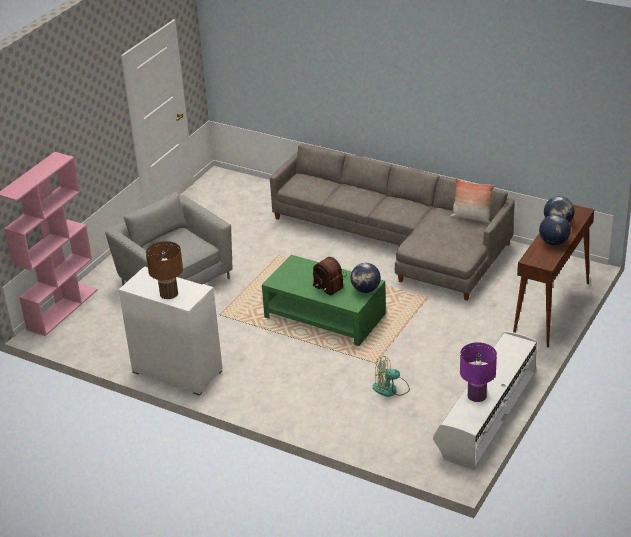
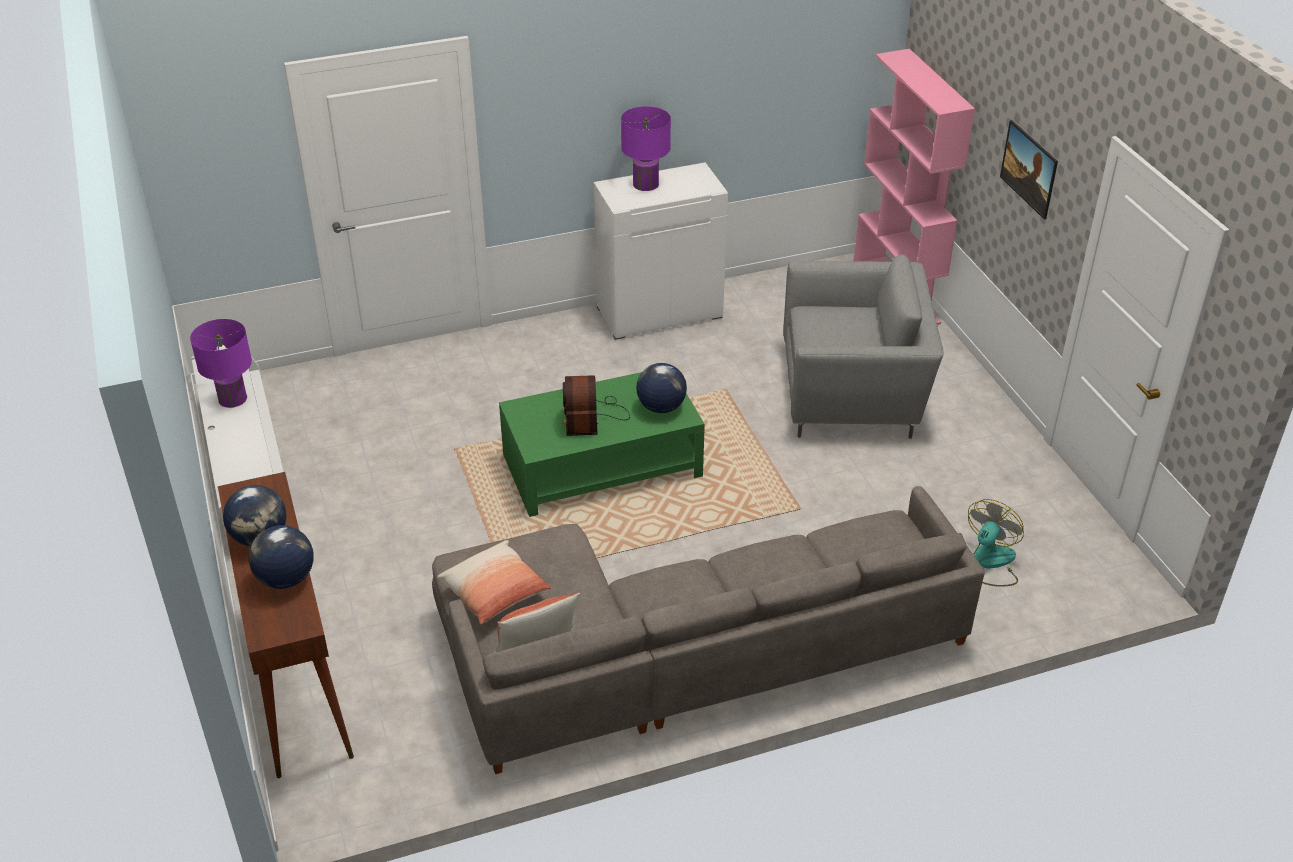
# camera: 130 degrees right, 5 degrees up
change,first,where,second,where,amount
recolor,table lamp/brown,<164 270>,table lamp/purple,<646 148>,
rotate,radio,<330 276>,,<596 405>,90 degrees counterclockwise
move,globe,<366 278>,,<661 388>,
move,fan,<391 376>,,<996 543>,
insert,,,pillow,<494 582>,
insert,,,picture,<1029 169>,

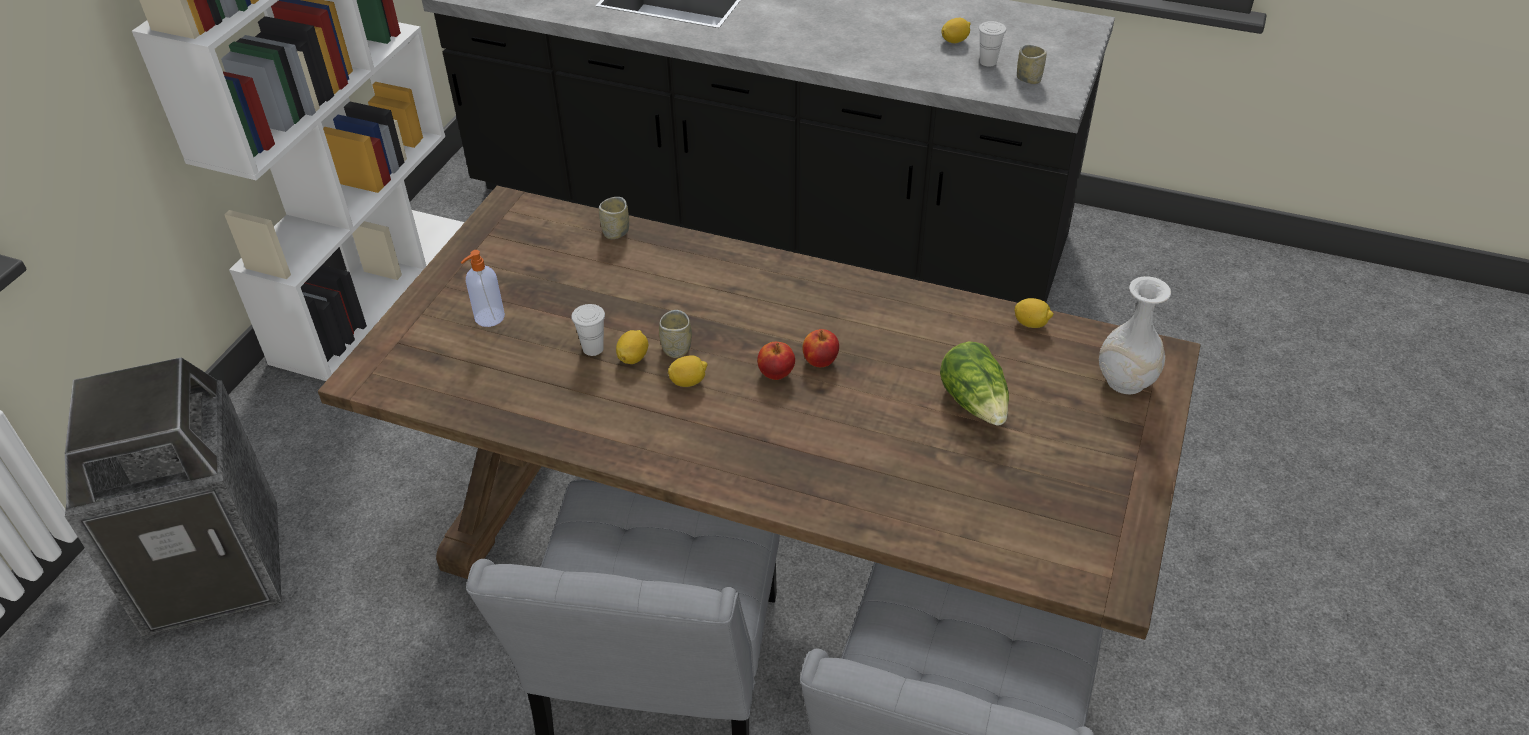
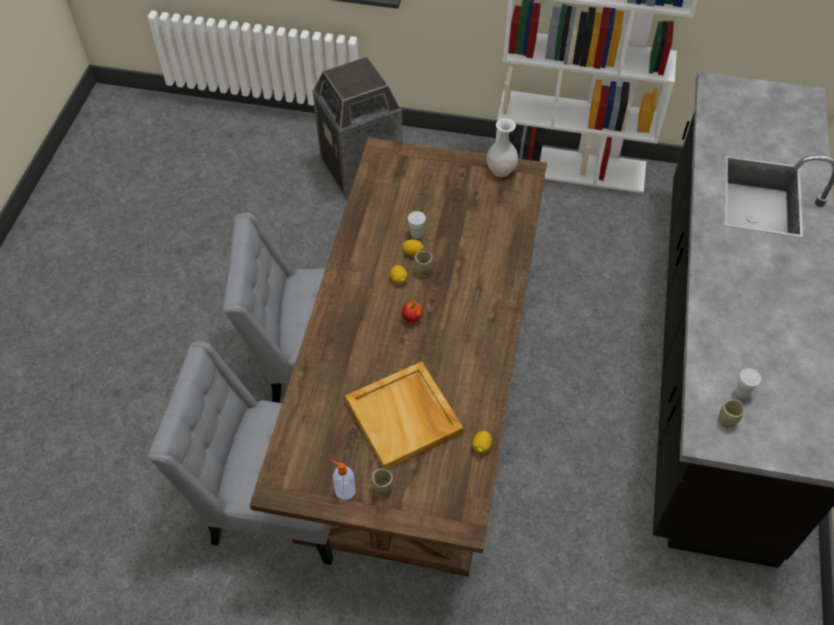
# camera: 80 degrees right, 10 degrees up
change,first,where,second,where,amount
move,soap dispenser,<483 288>,,<343 480>,
move,cup,<614 218>,,<382 482>,
delete,apple,<820 348>,,,
replace,lettuce,<974 383>,tray/beige,<404 415>,
delete,lemon,<955 30>,,,
move,vase/white,<1135 335>,,<502 147>,

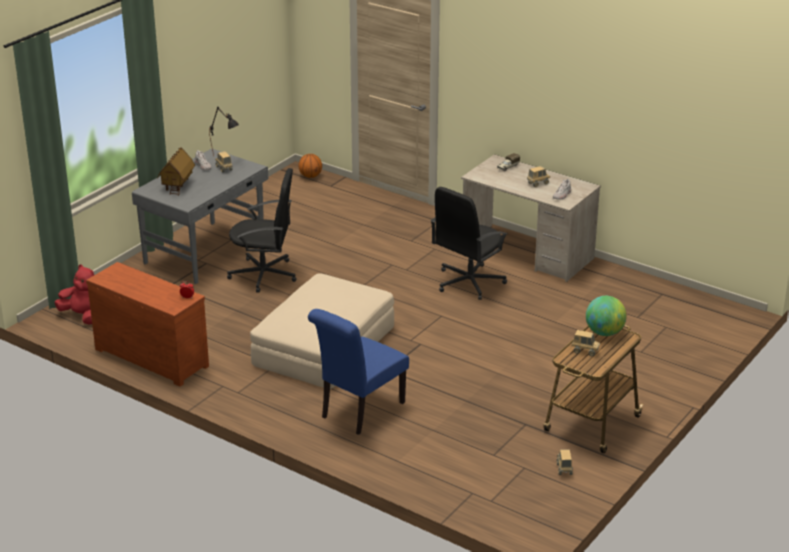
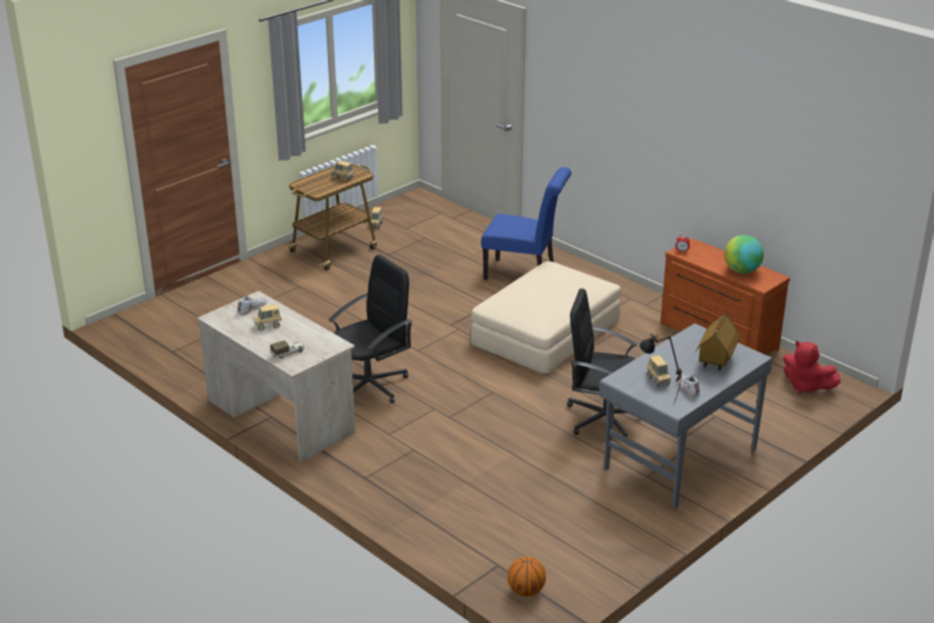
# camera: 170 degrees left, 0 degrees up
change,first,where,second,where,amount
rotate,chair/blue,<358 372>,,<526 223>,60 degrees clockwise
move,globe,<606 316>,,<744 254>,

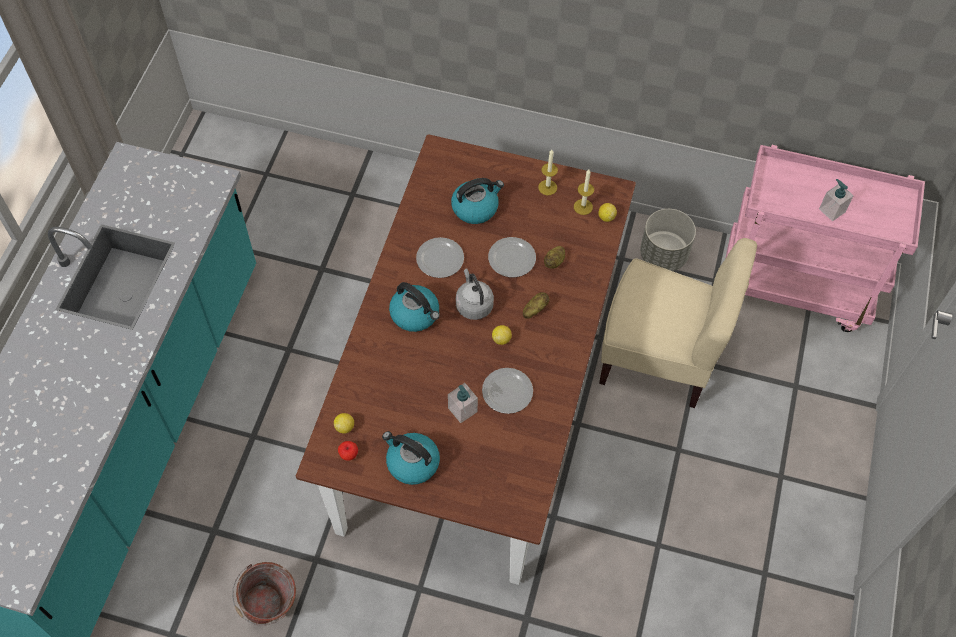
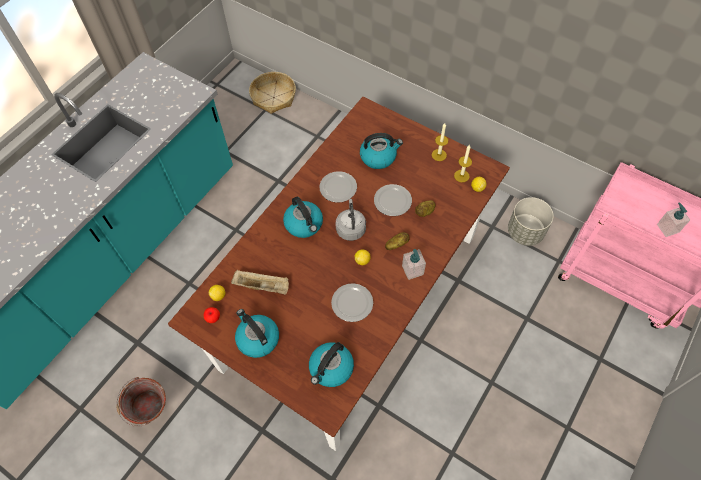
# camera: 20 degrees right, 0 degrees up
change,first,where,second,where,amount
move,soap dispenser,<463 403>,,<414 264>,
delete,chair/beige,<678 323>,,,
insert,,,tray/beige,<260 282>,
insert,,,basket,<272 93>,
insert,,,kettle,<331 364>,

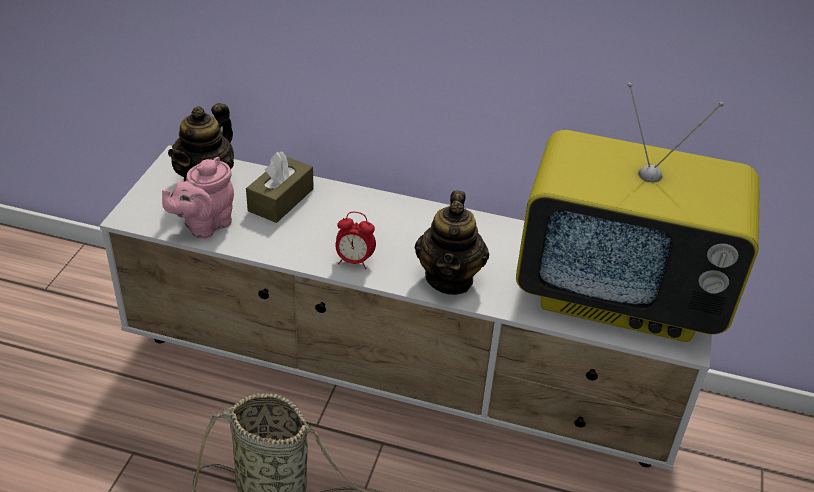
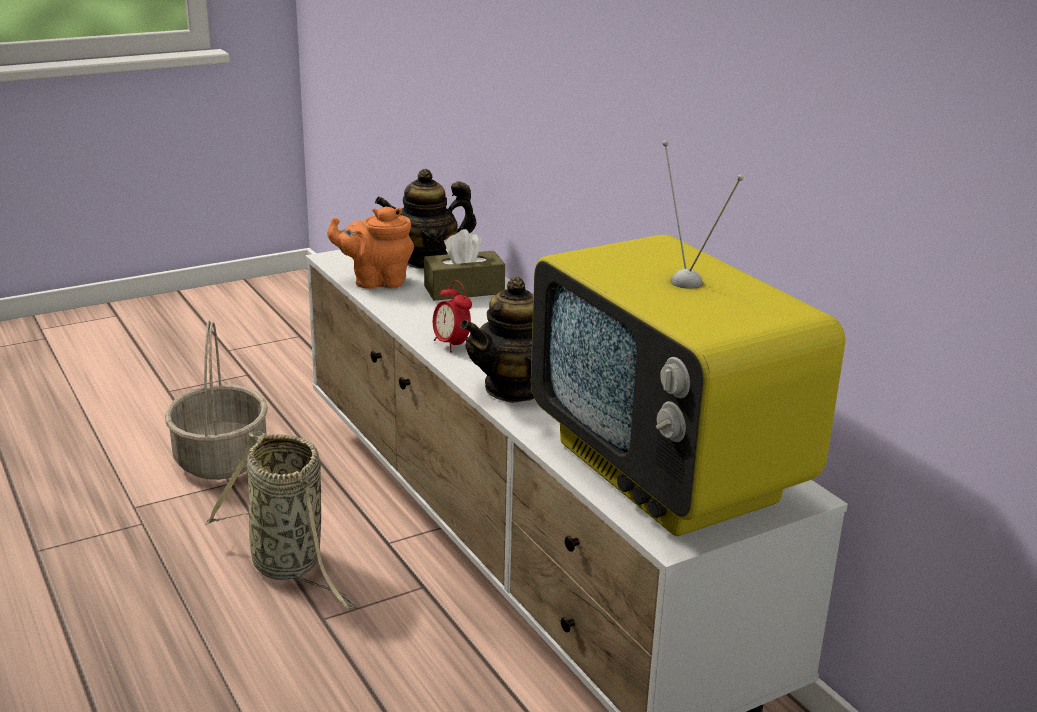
# camera: 45 degrees right, 15 degrees down
change,first,where,second,where,amount
recolor,teapot/pink,<198 198>,teapot/orange,<370 247>,
insert,,,basket,<216 400>,

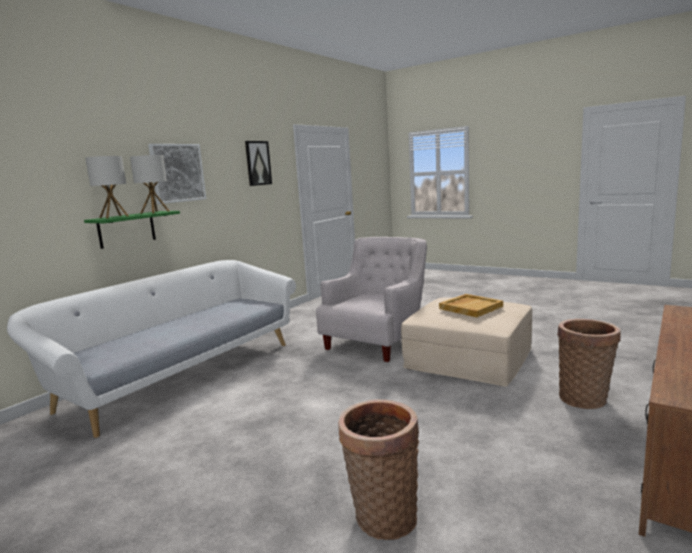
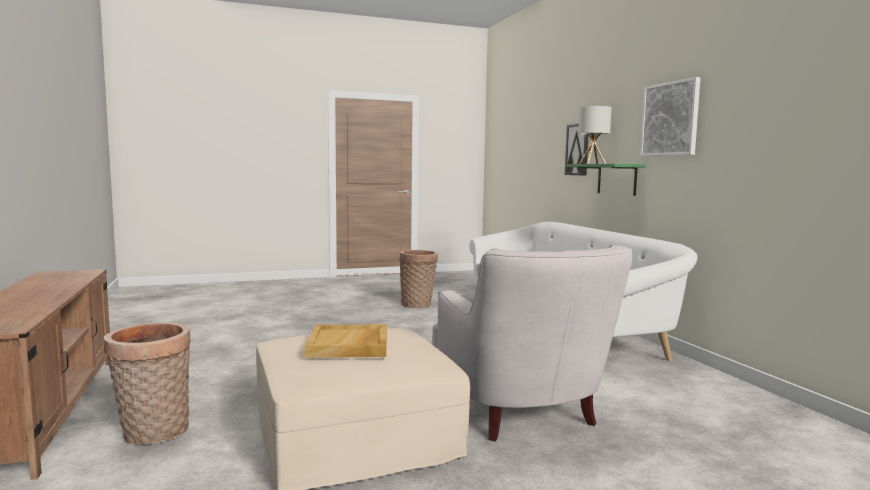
# camera: 125 degrees right, 5 degrees down
change,first,where,second,where,amount
delete,table lamp,<149 184>,,,
move,picture,<258 163>,,<577 149>,
move,basket,<378 469>,,<418 279>,

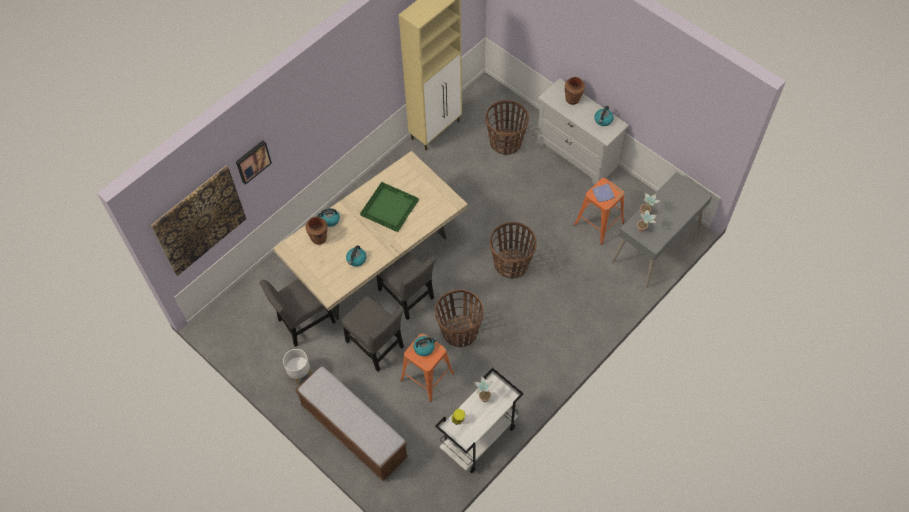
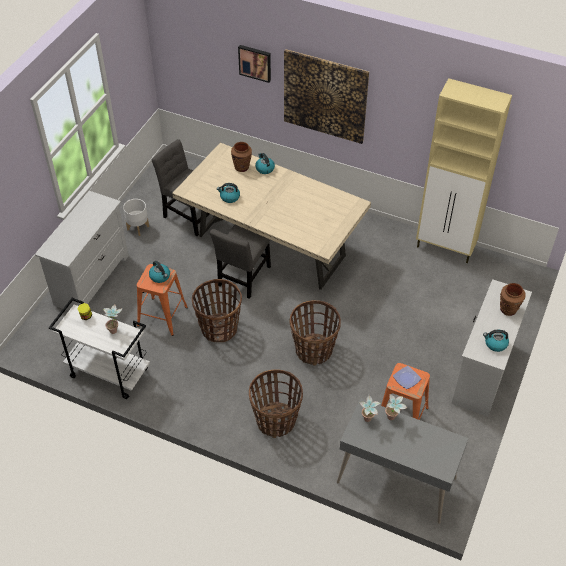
# camera: 70 degrees right, 10 degrees down
change,first,where,second,where,amount
move,picture,<198 221>,,<326 96>,
replace,bench,<351 423>,dresser/white,<82 251>,
delete,chair/grey,<372 334>,,,
delete,tray/green,<389 207>,,,
move,basket,<507 127>,,<276 403>,

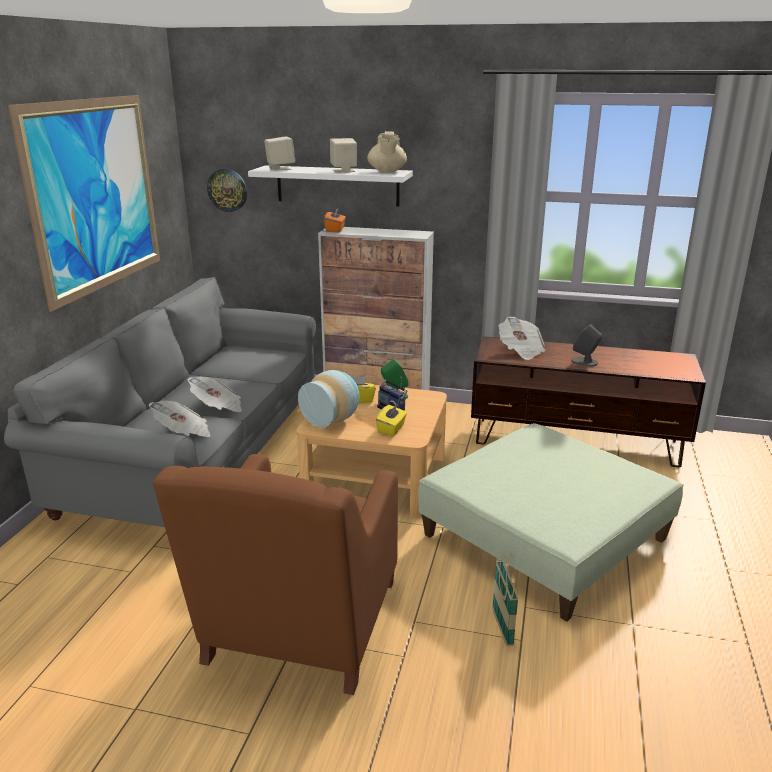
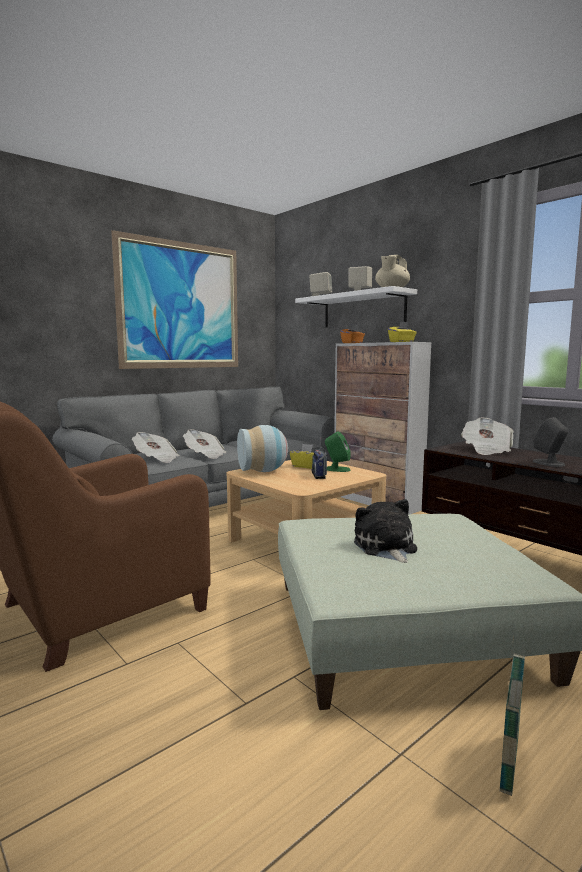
# camera: 35 degrees right, 15 degrees down
change,first,where,second,where,amount
delete,wall clock,<227 190>,,,
move,tissue box/yellow,<391 420>,,<402 331>,
move,basket,<505 599>,,<513 716>,
insert,,,plush toy,<385 531>,

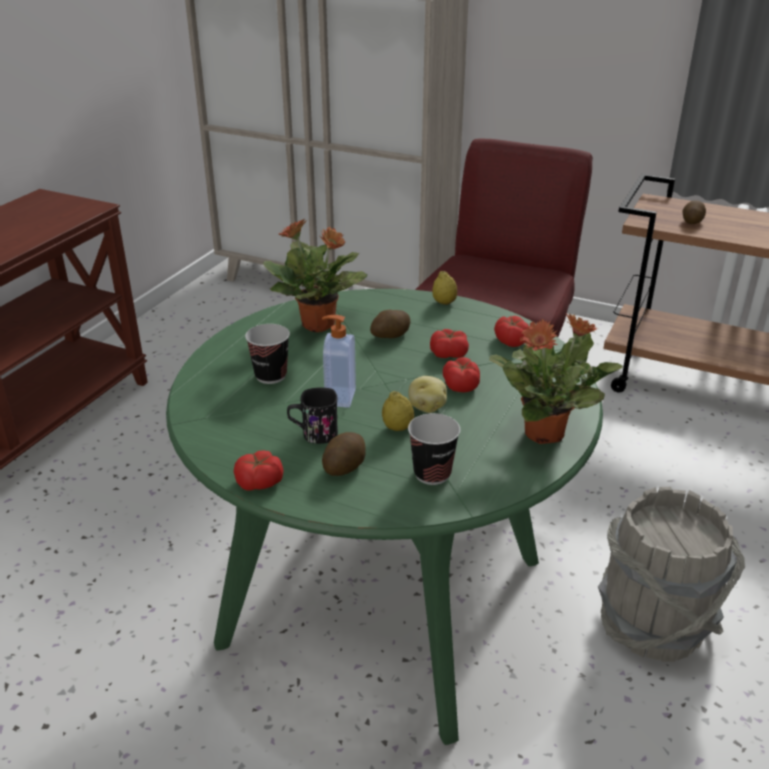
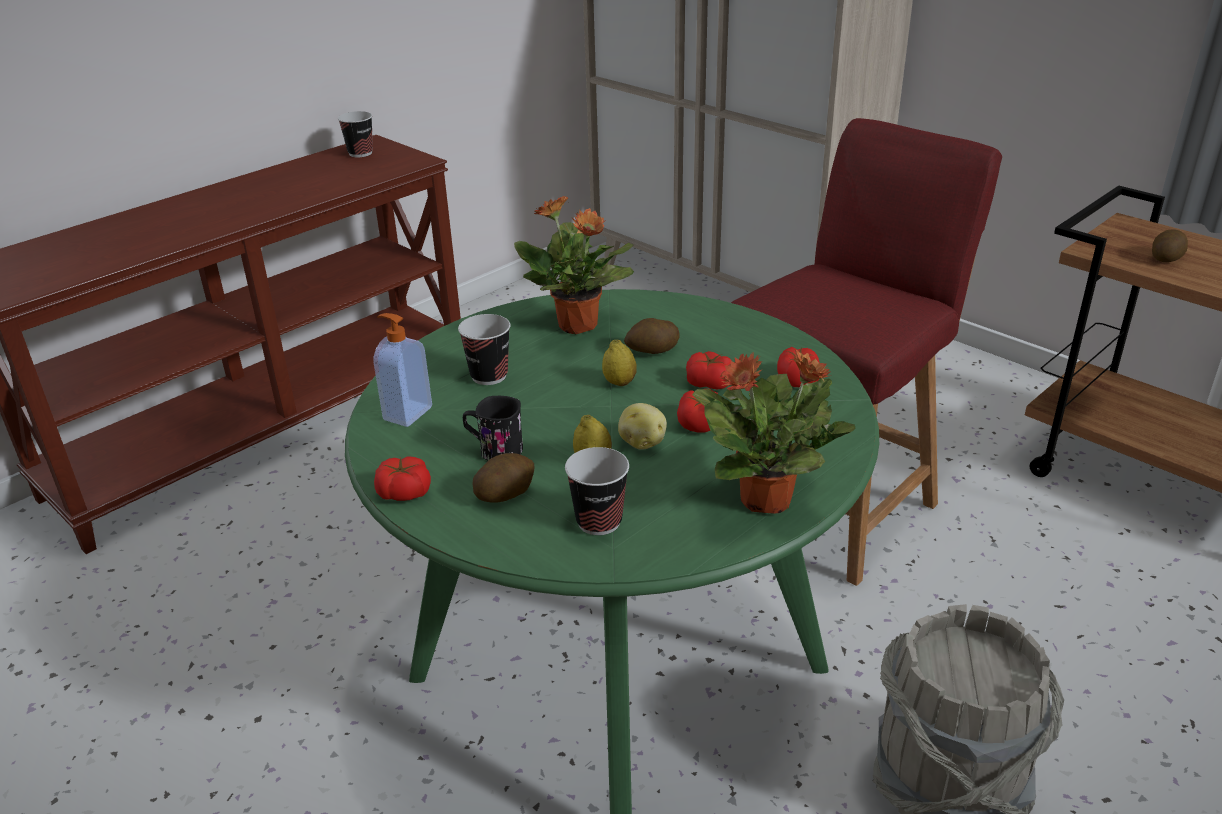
# camera: 20 degrees right, 0 degrees up
change,first,where,second,where,amount
move,soap dispenser,<339 361>,,<403 370>,
move,lemon,<444 288>,,<619 363>,
insert,,,cup,<355 134>,

